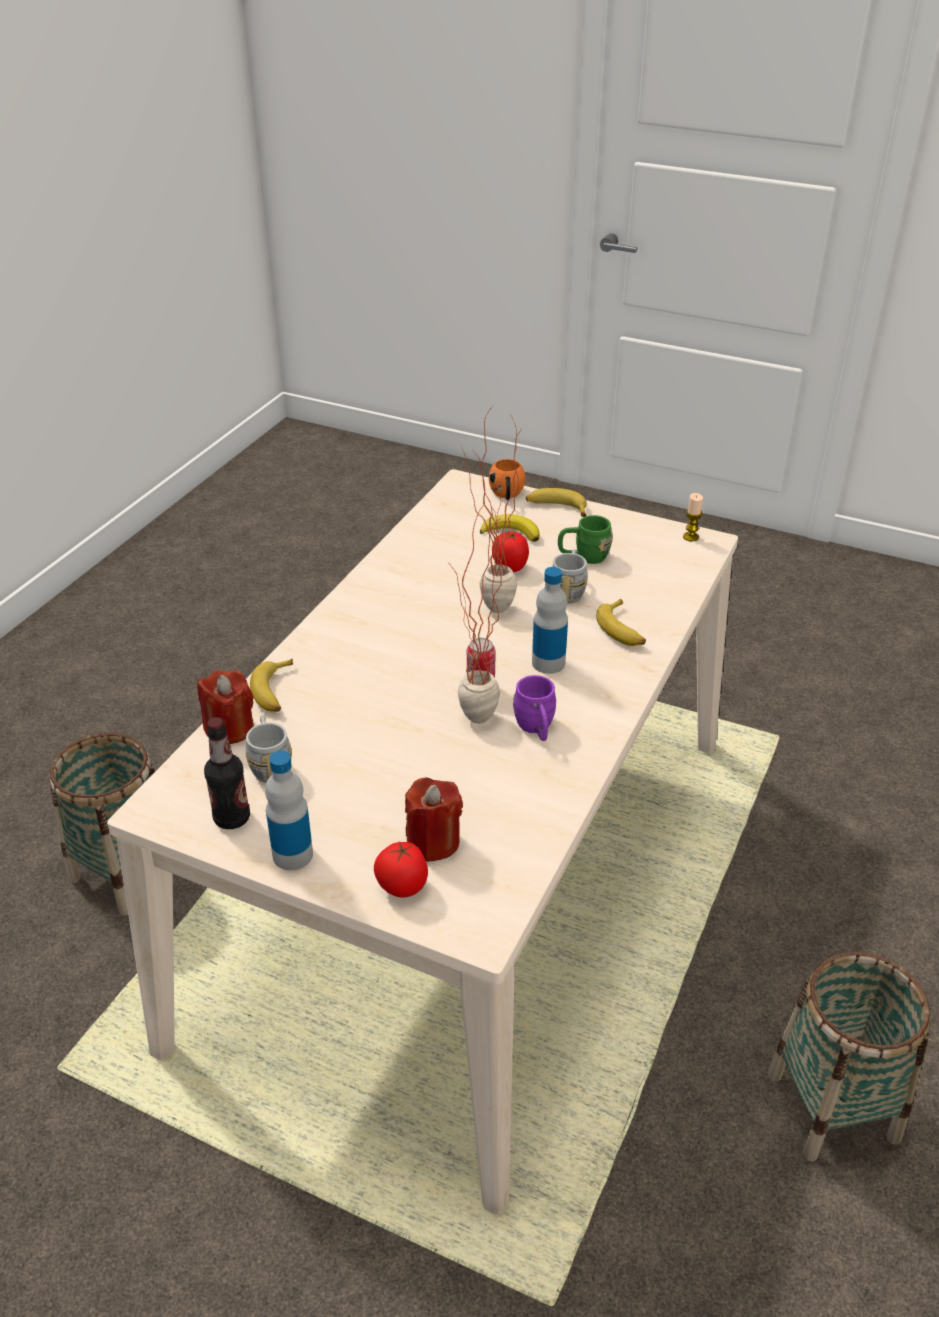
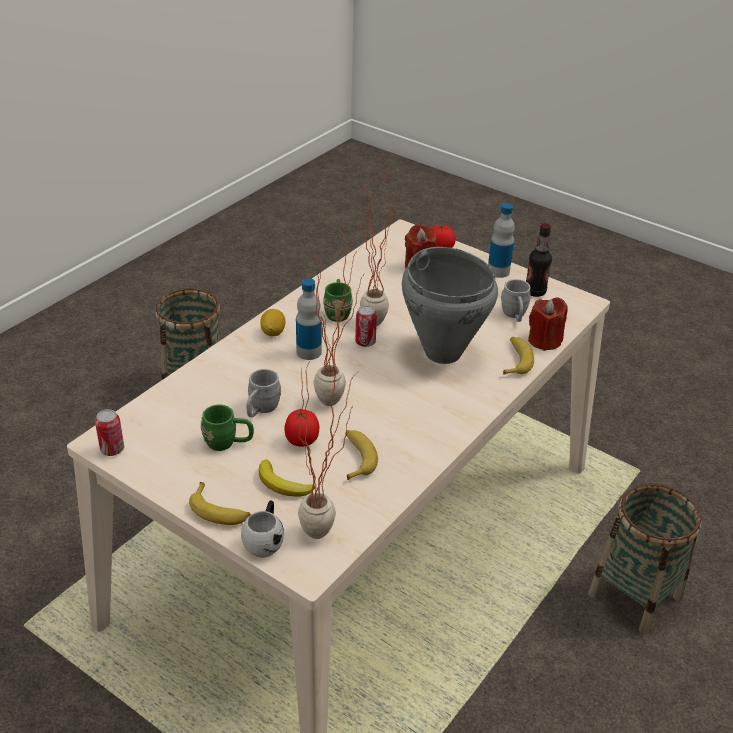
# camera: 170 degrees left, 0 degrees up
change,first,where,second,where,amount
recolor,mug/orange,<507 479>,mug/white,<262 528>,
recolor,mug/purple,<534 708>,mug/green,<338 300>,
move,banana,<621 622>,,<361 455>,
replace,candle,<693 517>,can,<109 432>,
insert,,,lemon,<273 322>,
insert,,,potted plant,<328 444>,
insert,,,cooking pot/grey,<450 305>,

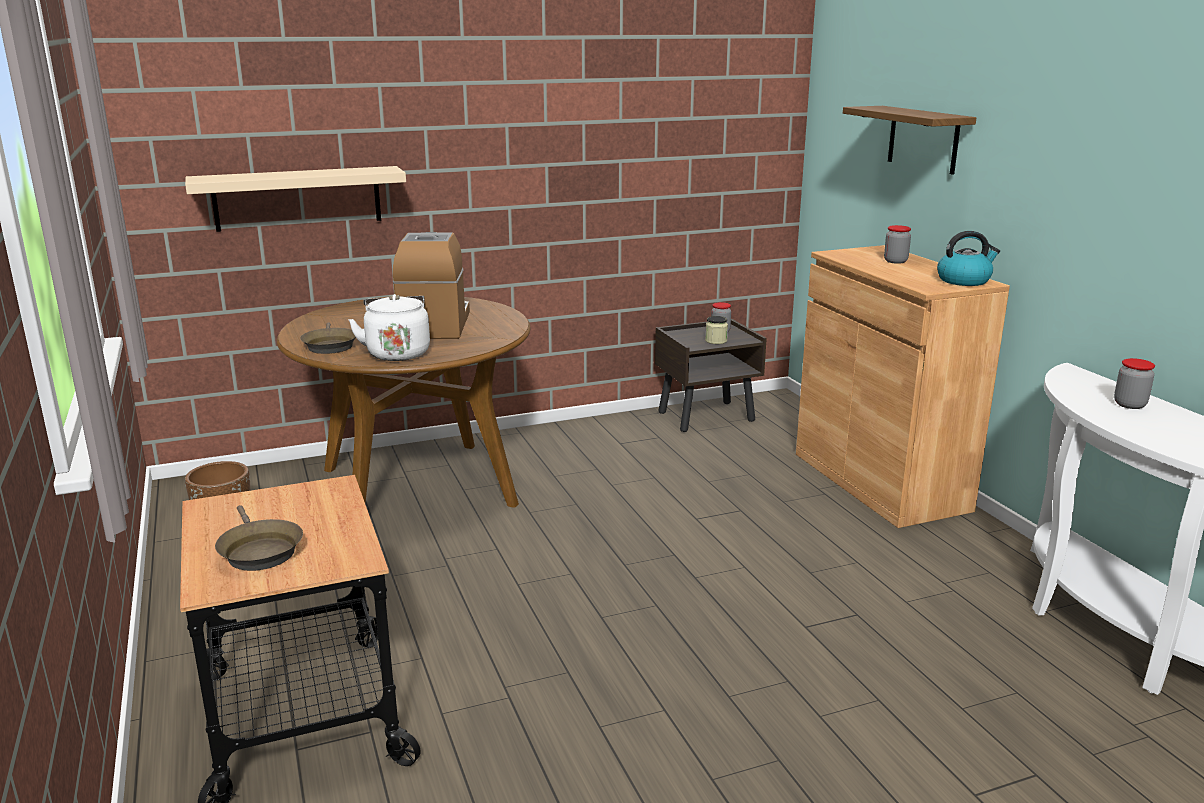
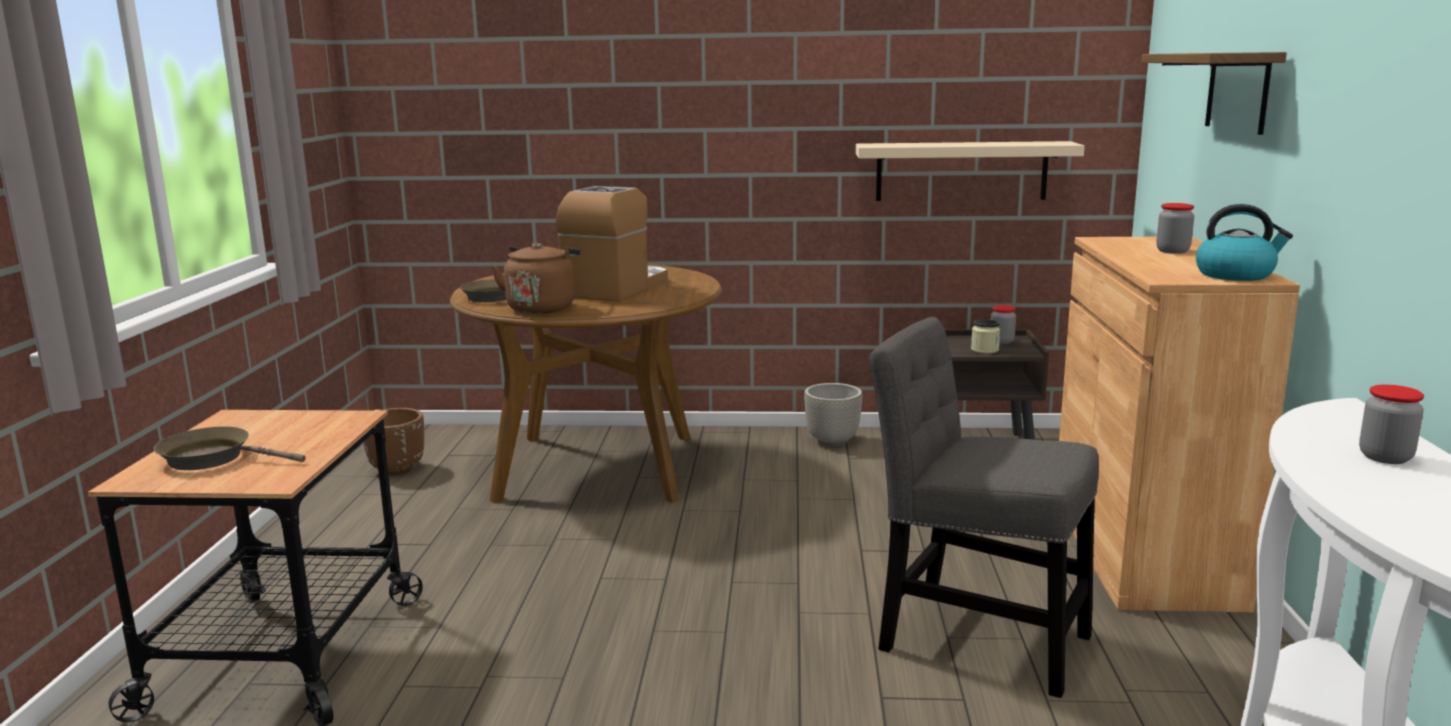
# camera: 25 degrees right, 5 degrees down
change,first,where,second,where,amount
move,shelf/beige,<295 199>,,<970 171>,
rotate,frying pan/brown,<259 538>,,<230 448>,105 degrees clockwise
recolor,kettle/white,<389 327>,kettle/brown,<535 278>,
insert,,,planter/grey,<833 414>,
insert,,,chair/grey,<984 507>,

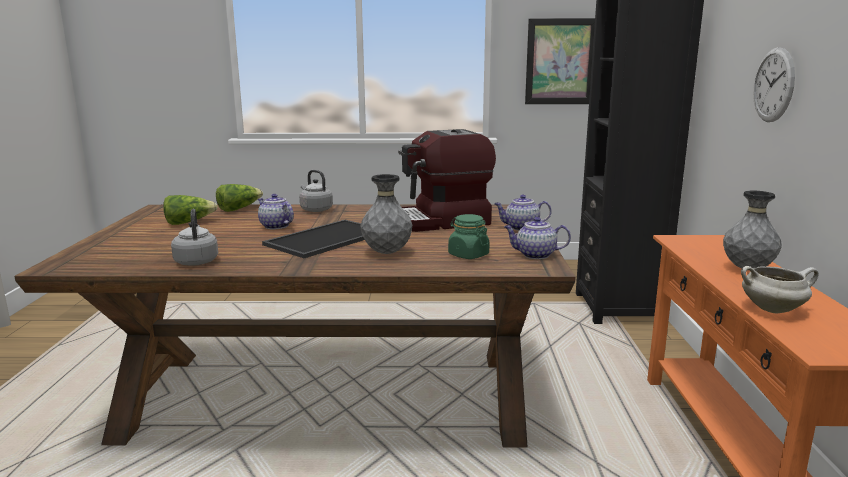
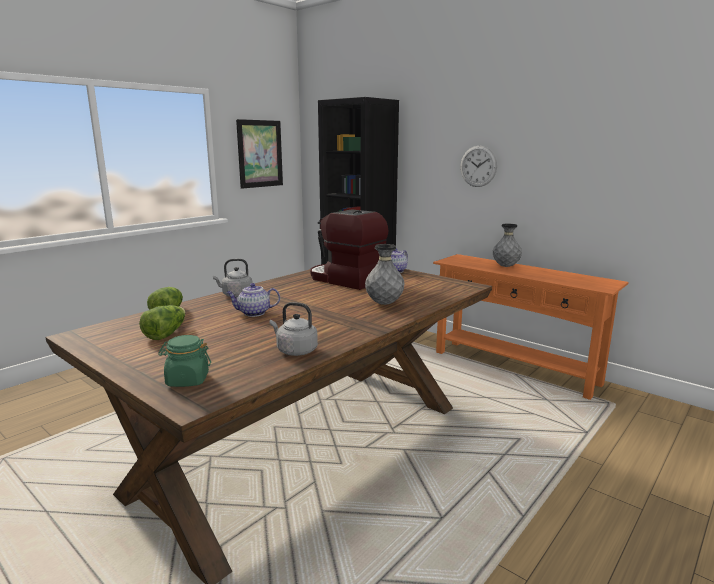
# camera: 50 degrees left, 0 degrees up
change,first,where,second,where,amount
delete,tray,<313 239>,,,
rotate,coffee machine,<447 180>,,<349 249>,105 degrees clockwise
move,jar/green,<469 236>,,<184 361>,
delete,teapot,<537 238>,,,
delete,cooking pot/white,<780 290>,,,

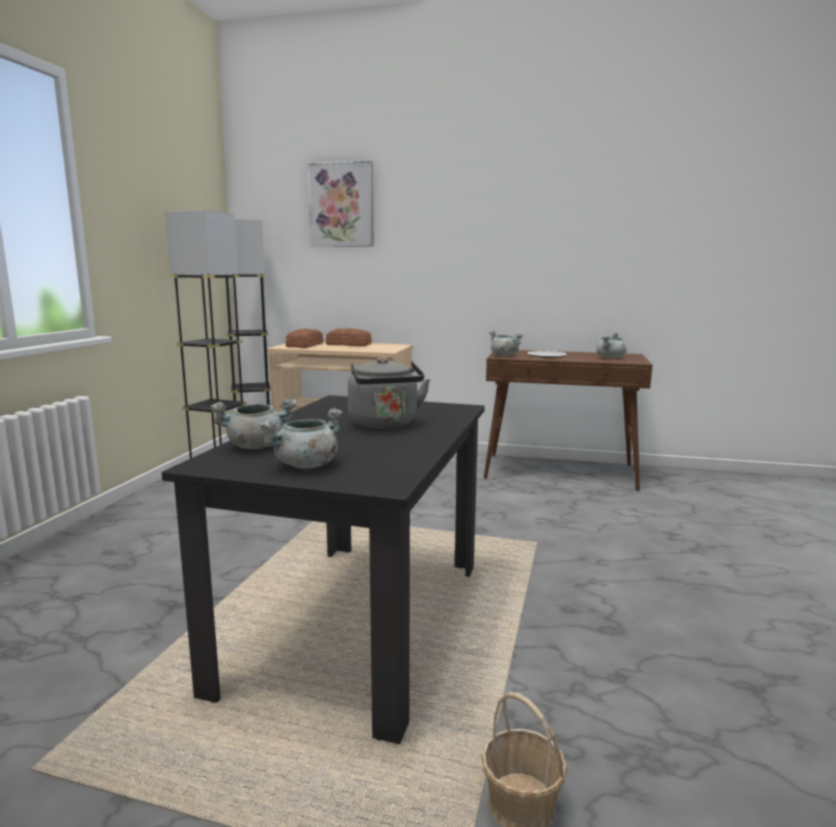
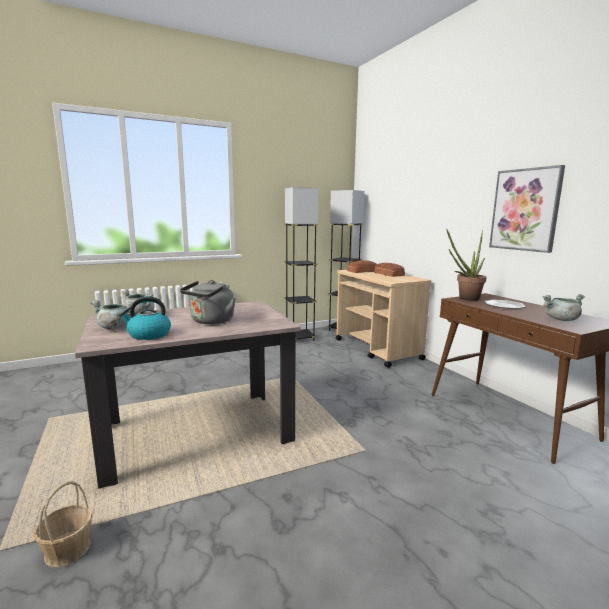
# camera: 50 degrees right, 0 degrees up
change,first,where,second,where,amount
recolor,dining table/black,<323 569>,dining table/beige,<187 395>,
move,picture,<341 203>,,<527 209>,
replace,cooking pot/grey,<506 343>,potted plant,<467 265>,
insert,,,kettle,<145 318>,

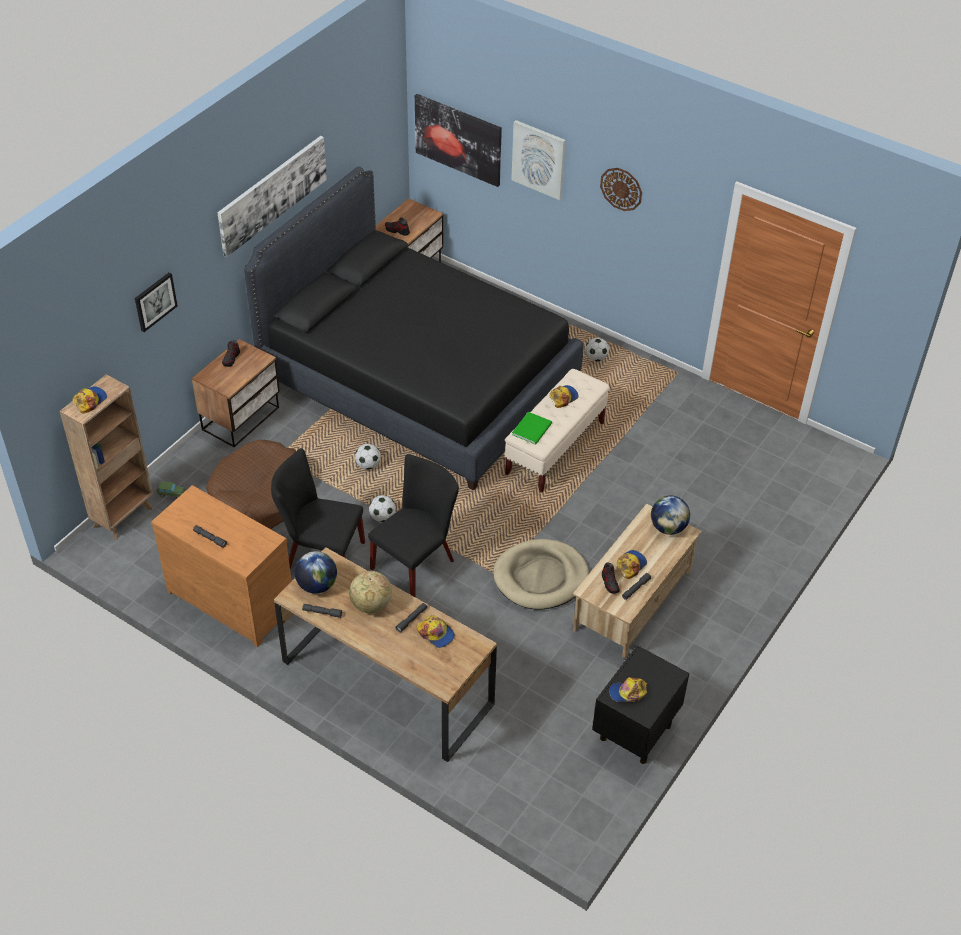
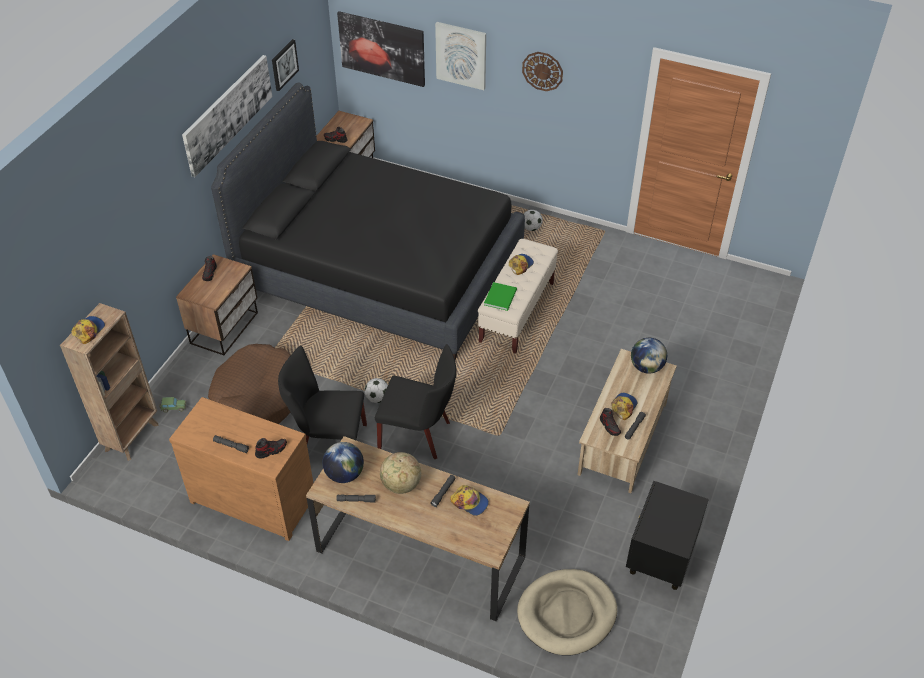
# camera: 10 degrees left, 0 degrees up
change,first,where,second,where,amount
move,picture,<156 302>,,<285 65>,
delete,football,<368 456>,,,
rotate,chair/black,<413 525>,,<415 401>,75 degrees clockwise
move,dog bed/beige,<541 574>,,<567 612>,
delete,cap,<628 689>,,,
insert,,,shoe,<271 448>,

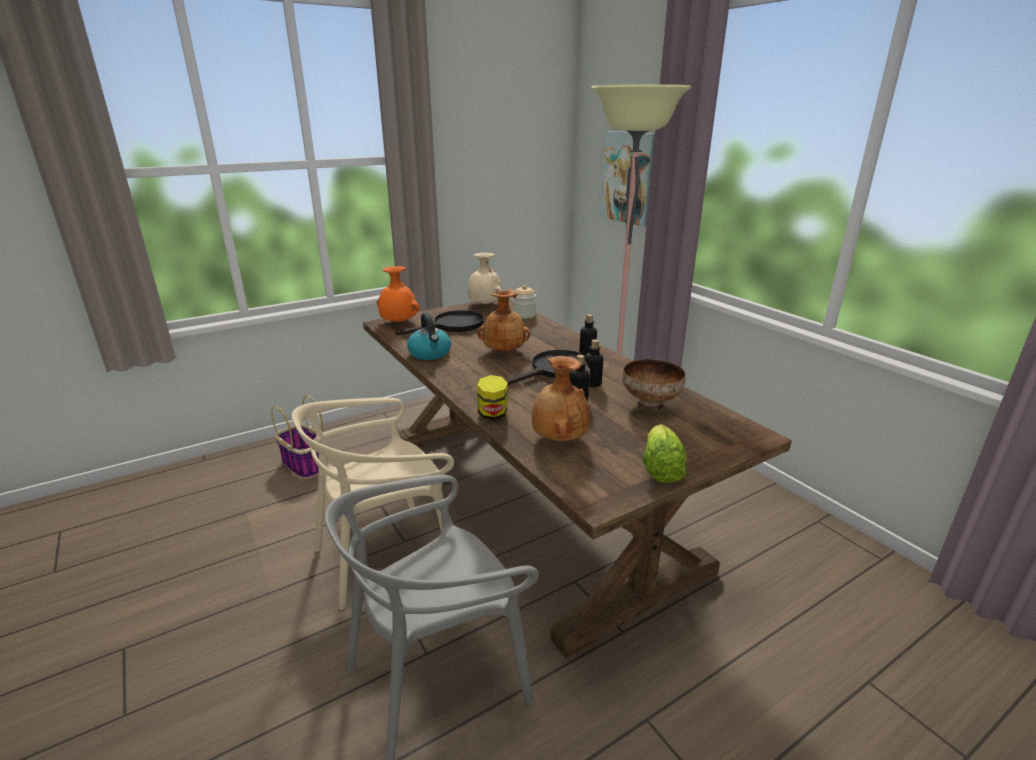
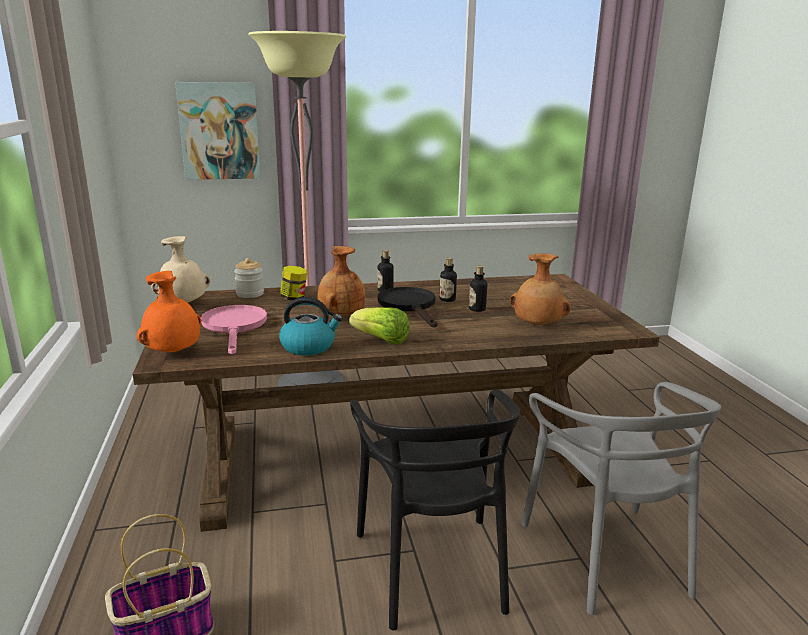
# camera: 70 degrees left, 5 degrees down
change,first,where,second,where,amount
recolor,chair/beige,<373 503>,chair/black,<435 510>,
recolor,frying pan/black,<439 322>,frying pan/pink,<234 329>,
move,jar,<492 397>,,<293 283>,
delete,bowl,<654 385>,,,
move,lettuce,<664 453>,,<379 326>,

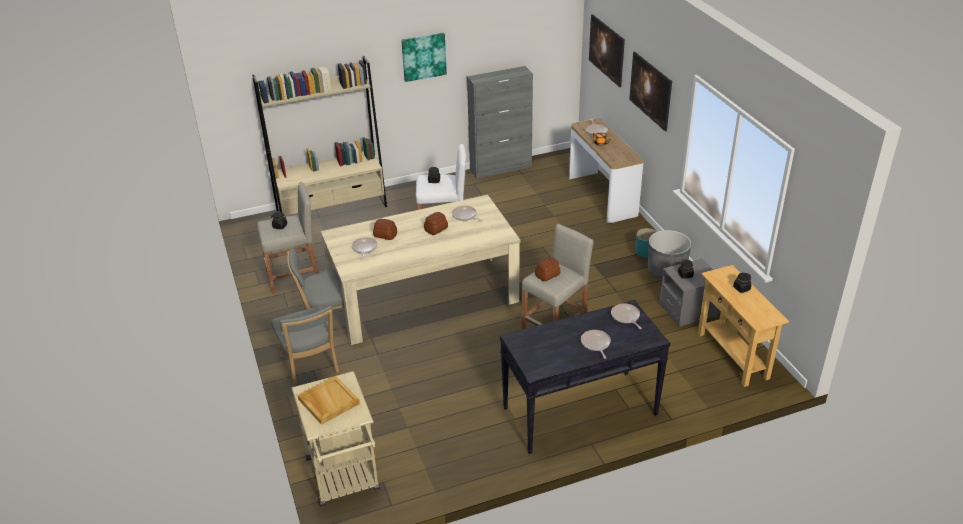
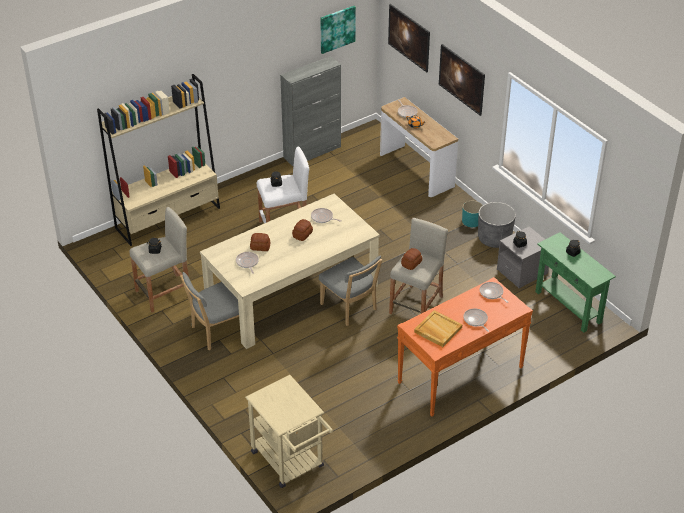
# camera: 15 degrees left, 5 degrees up
change,first,where,second,where,amount
move,chair/grey,<305 346>,,<350 291>,
move,tray/beige,<329 400>,,<438 328>,
move,picture,<424 57>,,<338 30>,
recolor,console table/black,<585 377>,console table/orange,<465 347>,
recolor,console table/beige,<743 326>,console table/green,<575 282>,

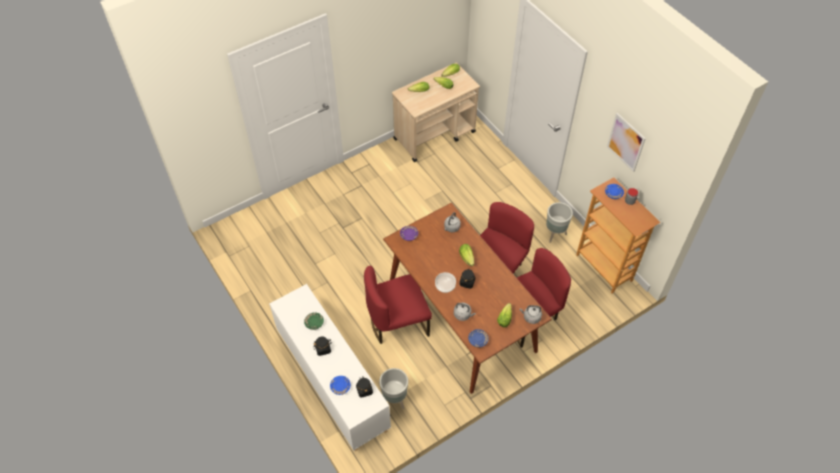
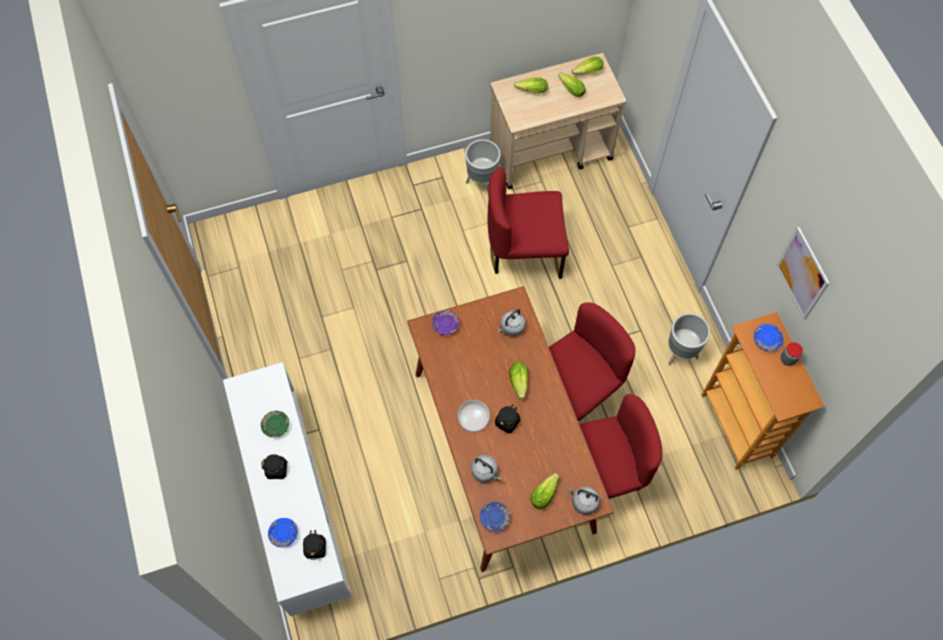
# camera: 15 degrees right, 10 degrees up
change,first,where,second,where,amount
move,chair/red,<398 305>,,<528 223>,
move,planter/grey,<393 388>,,<483 165>,

